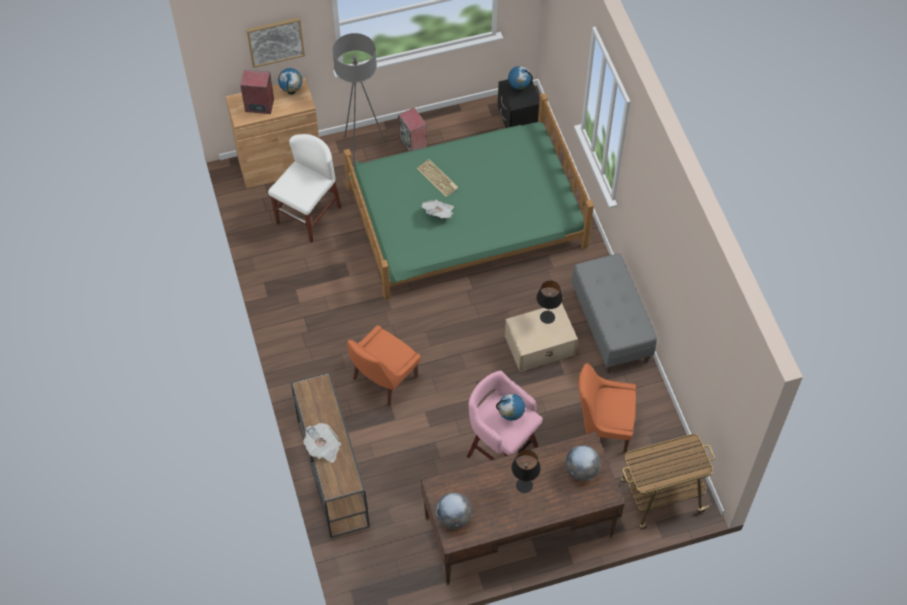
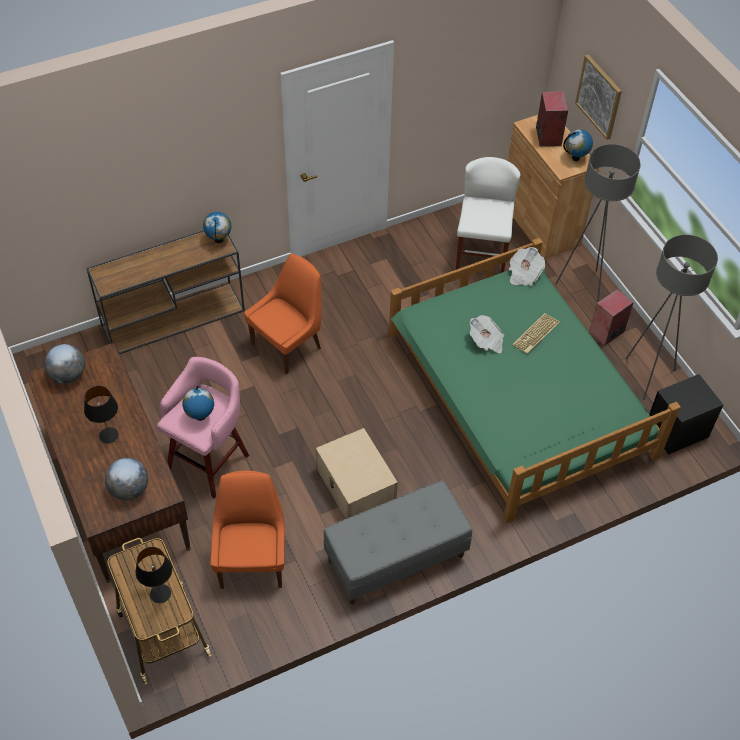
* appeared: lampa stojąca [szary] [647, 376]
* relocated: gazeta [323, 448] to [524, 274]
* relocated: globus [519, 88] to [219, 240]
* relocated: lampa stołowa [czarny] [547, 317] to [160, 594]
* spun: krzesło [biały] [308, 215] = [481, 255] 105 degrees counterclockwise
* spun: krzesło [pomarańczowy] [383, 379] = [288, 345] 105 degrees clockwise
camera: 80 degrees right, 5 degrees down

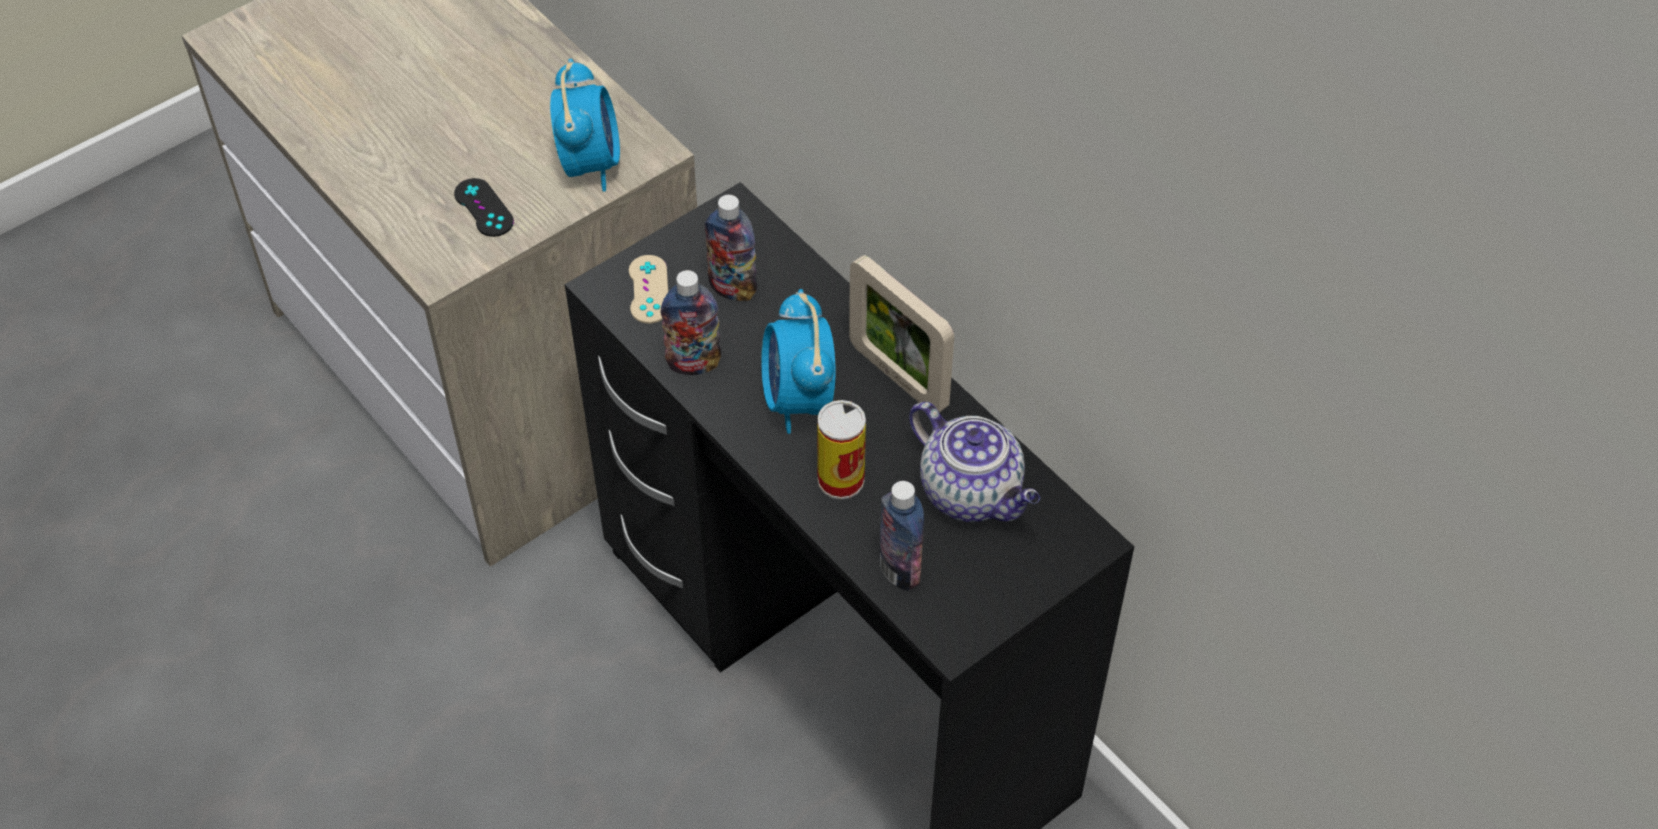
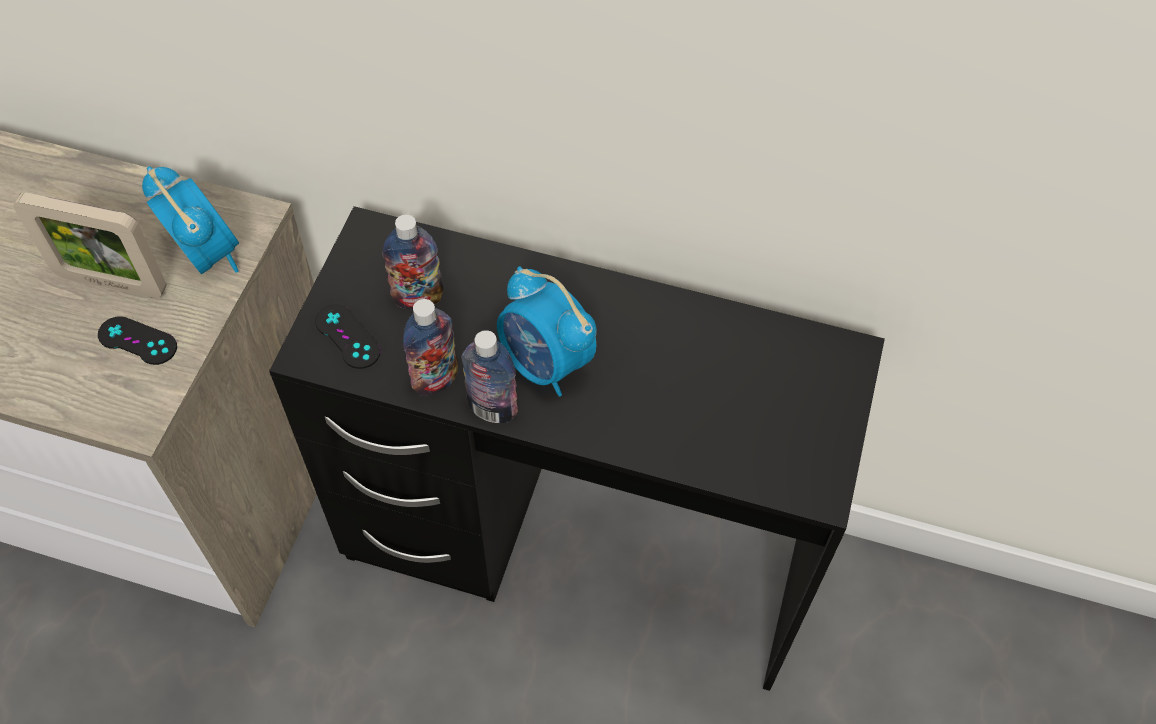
* missing: puszka [841, 480]
* missing: imbryk [973, 493]
* relocated: ramka na zdjęcie [898, 377] to [111, 283]
* relocated: butelka [899, 570] to [492, 409]
* colour: pad do gier [beżowy] [648, 289] to pad do gier [czarny] [347, 336]
camera: 35 degrees left, 5 degrees up

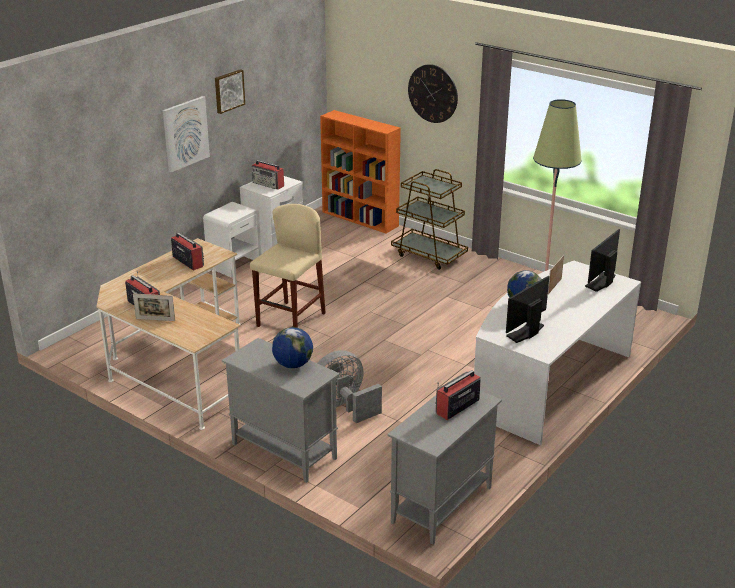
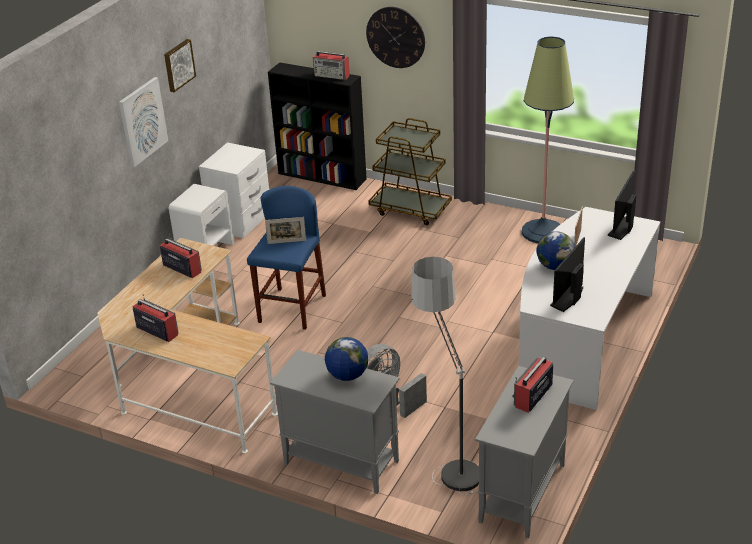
* appeared: lampa stojąca [447, 457]
* relocated: ramka na zdjęcie [155, 319] to [286, 242]
* relocated: radio [268, 184] to [332, 76]
* colour: stołek [beżowy] [291, 320] to stołek [niebieski] [292, 309]
* colour: regał [pomarańczowy] [361, 219] to regał [czarny] [323, 176]
camera: 10 degrees left, 5 degrees up

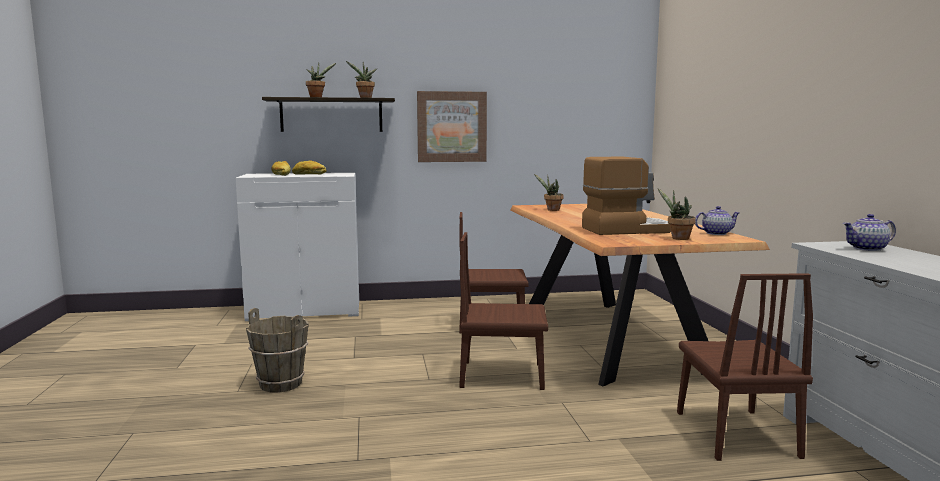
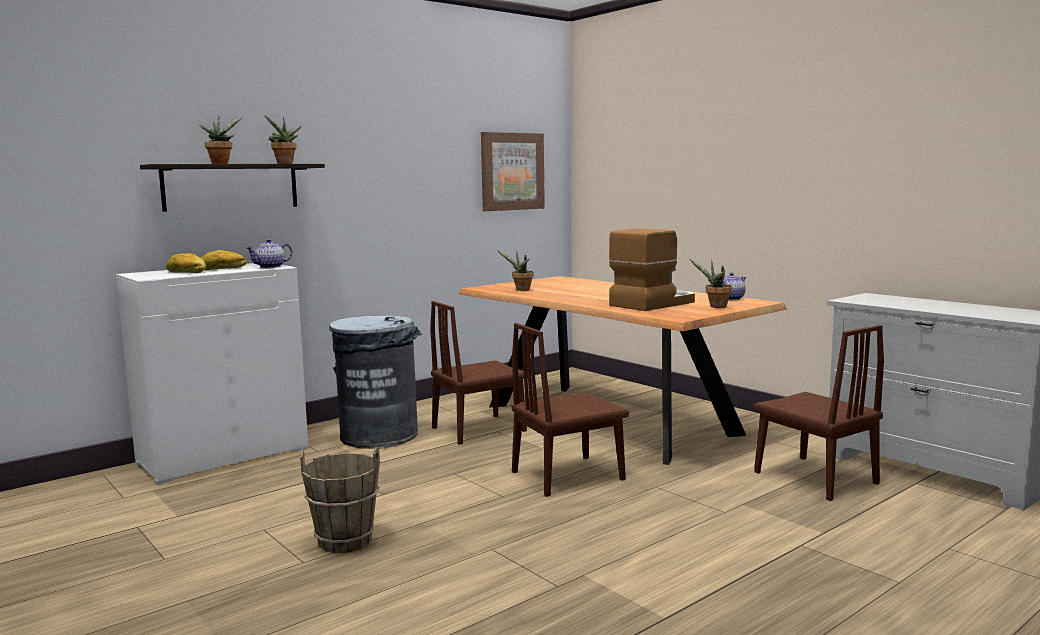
* appeared: kosz na śmieci [szary] [379, 436]
* relocated: obraz [451, 127] to [512, 171]
* relocated: imbryk [867, 249] to [271, 267]
camera: 30 degrees left, 0 degrees up

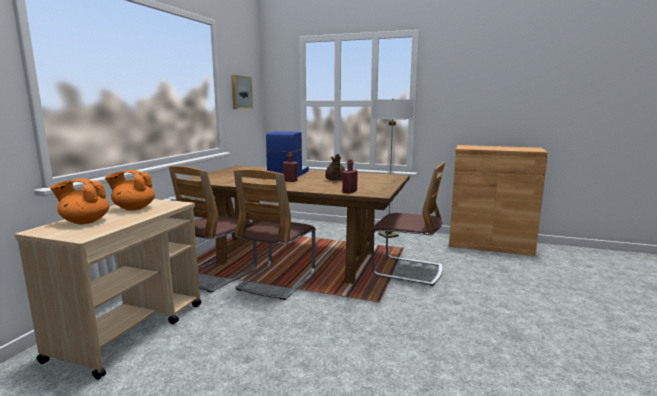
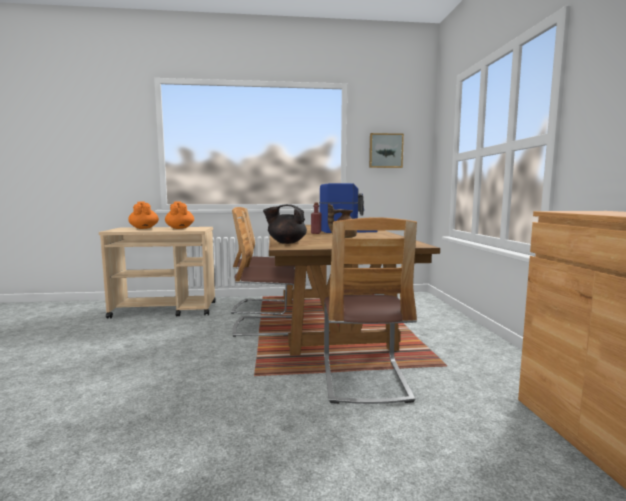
* missing: lampa stojąca [388, 235]
* exchanged: butelka [czerwony] [349, 192] to imbryk [czarny] [286, 242]
camera: 65 degrees right, 5 degrees down

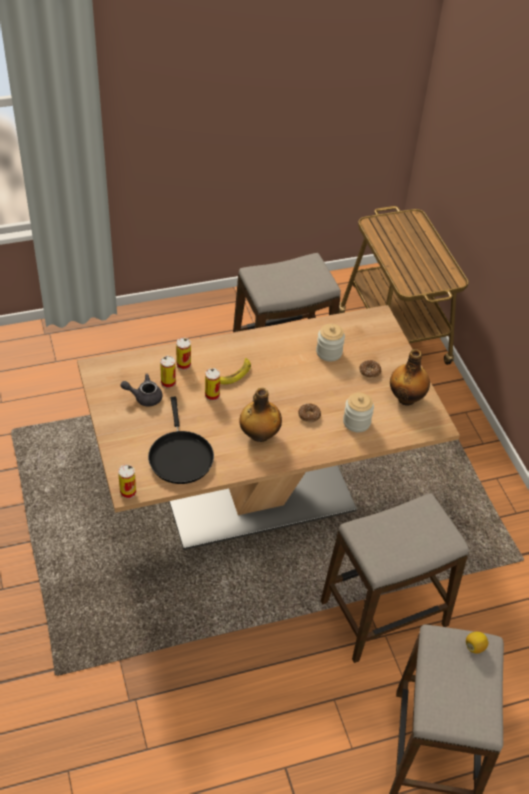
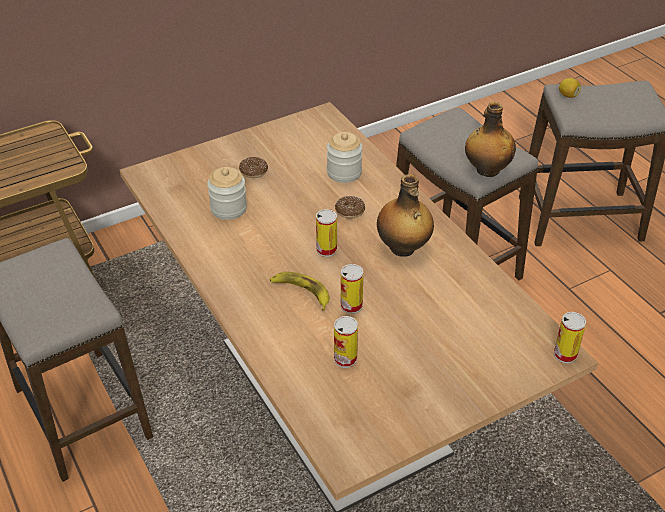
* missing: imbryk [szary] [144, 397]
* missing: patelnia [czarny] [180, 456]
* relocated: puszka [183, 364] to [326, 249]
* relocated: butelka [406, 398] to [486, 170]
camera: 100 degrees left, 5 degrees down

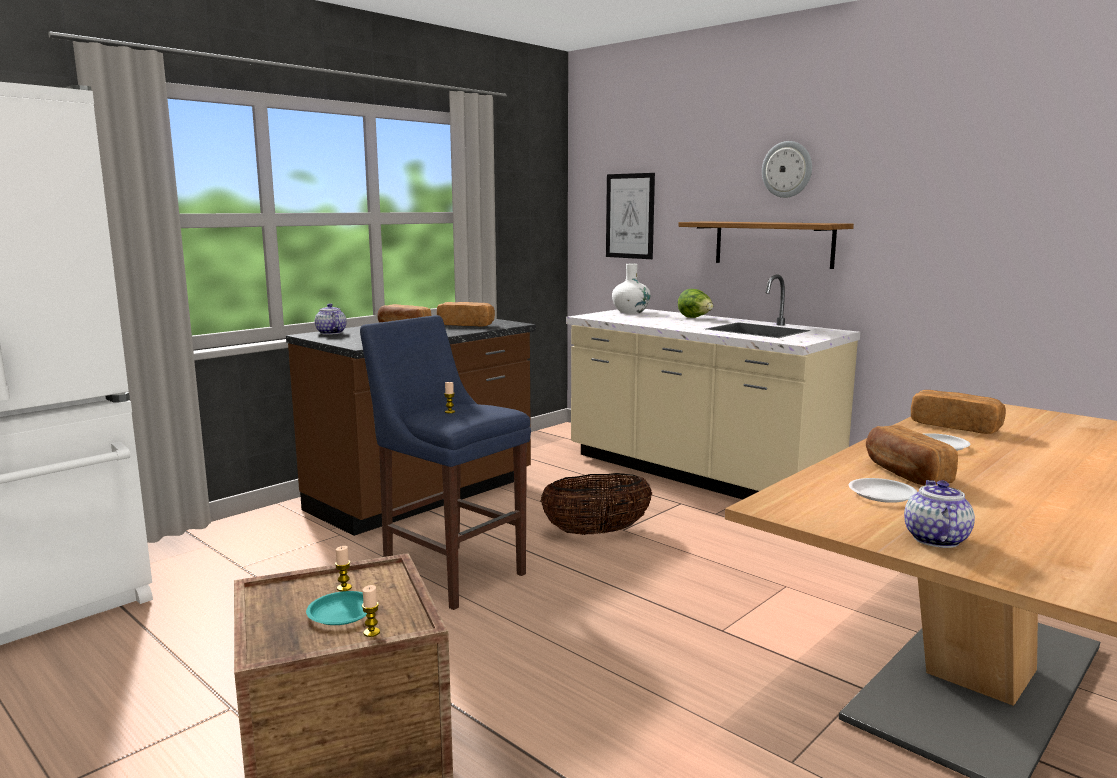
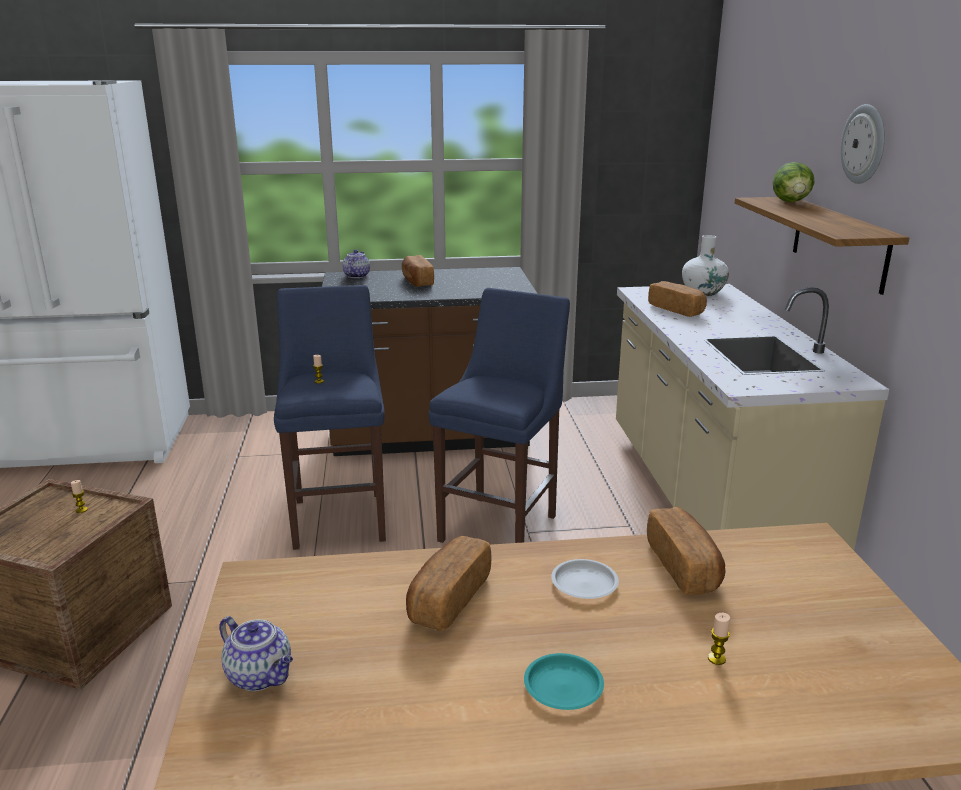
* missing: obraz [630, 216]
* missing: talerz [biały] [881, 494]
* relocated: talerz [turkusowy] [342, 612] to [563, 686]
* relocated: świeca [371, 632] to [716, 659]
* relocated: chleb [466, 325] to [676, 310]
* relocated: sałata [695, 318] to [791, 203]
* exchanged: koszyk [596, 532] to stołek [niebieski] [501, 525]
* spun: imbryk [934, 539] = [261, 676] 75 degrees clockwise
camera: 40 degrees right, 10 degrees up

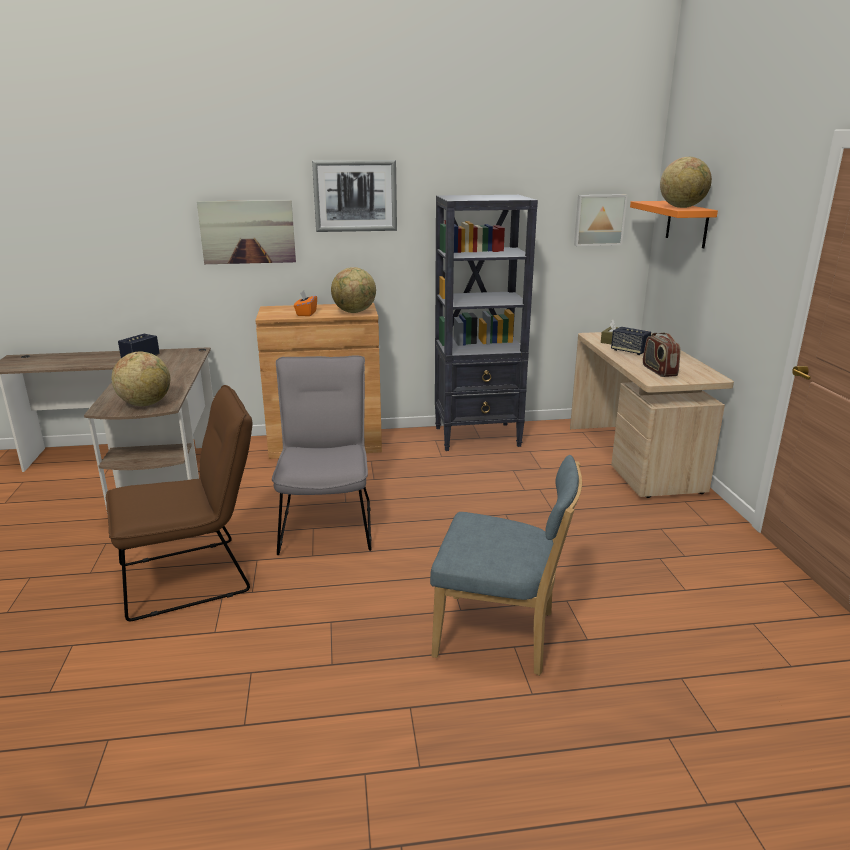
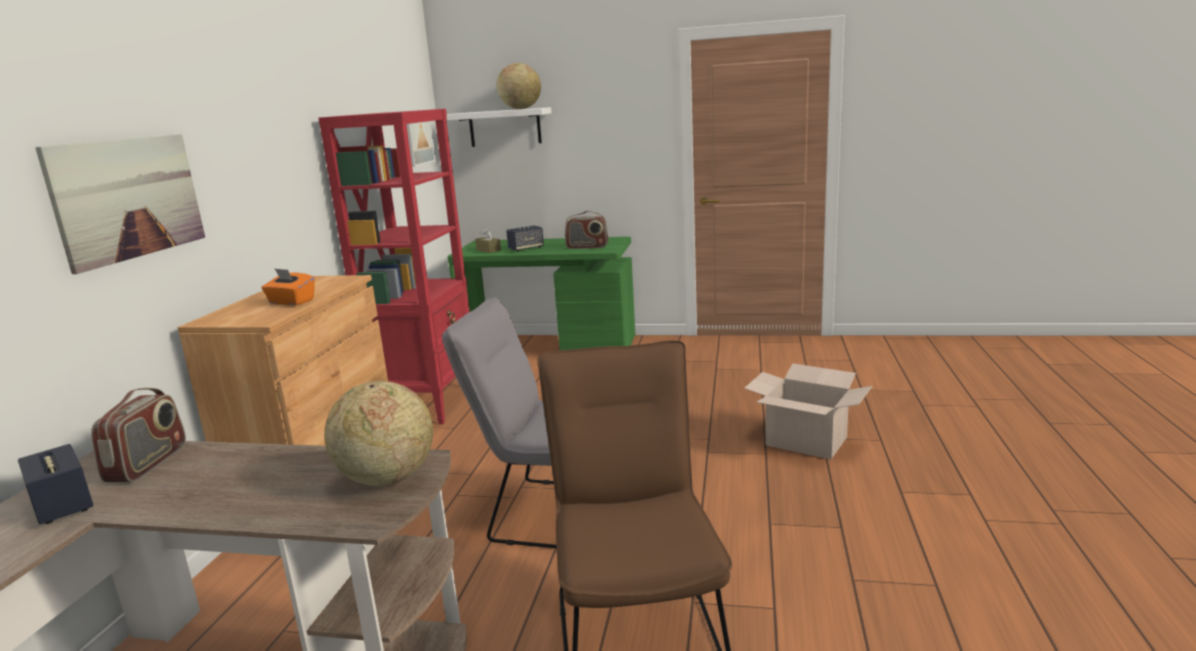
* missing: obraz [355, 196]
* missing: globus [354, 312]
* appeared: radio [148, 464]
* exchanged: krzesło [niebieski] [501, 635] to karton [806, 441]
* colour: regał [czarny] [478, 437] to regał [czerwony] [428, 403]
* colour: biurko [beżowy] [634, 458] to biurko [zielony] [550, 348]
* colour: półka [pomarańczowy] [687, 224] to półka [biały] [505, 127]
camera: 70 degrees left, 5 degrees down

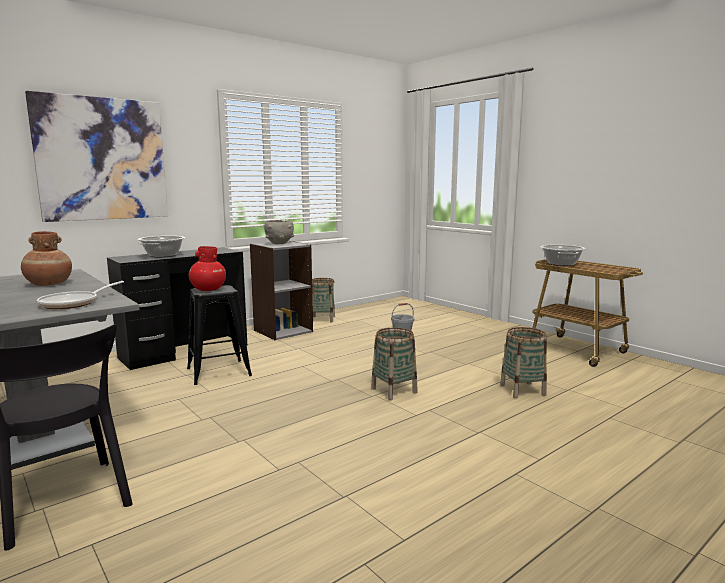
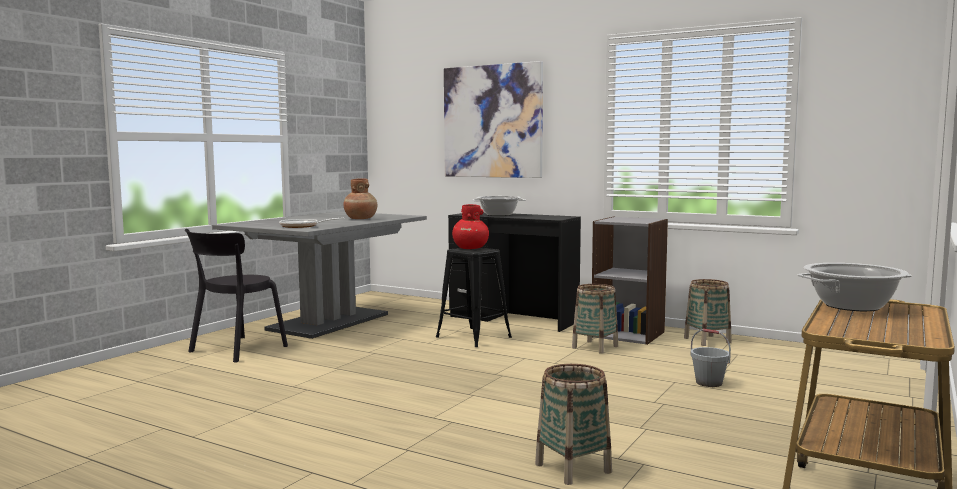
* missing: miska [szary] [279, 243]
* relocated: koszyk [393, 390] to [595, 347]
camera: 70 degrees right, 5 degrees down

